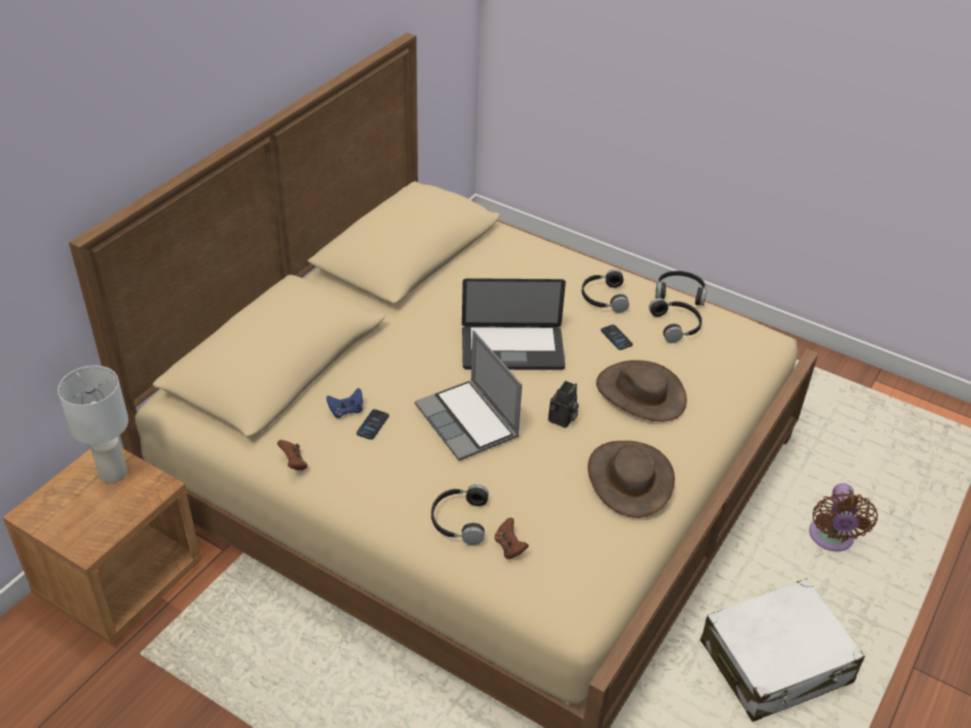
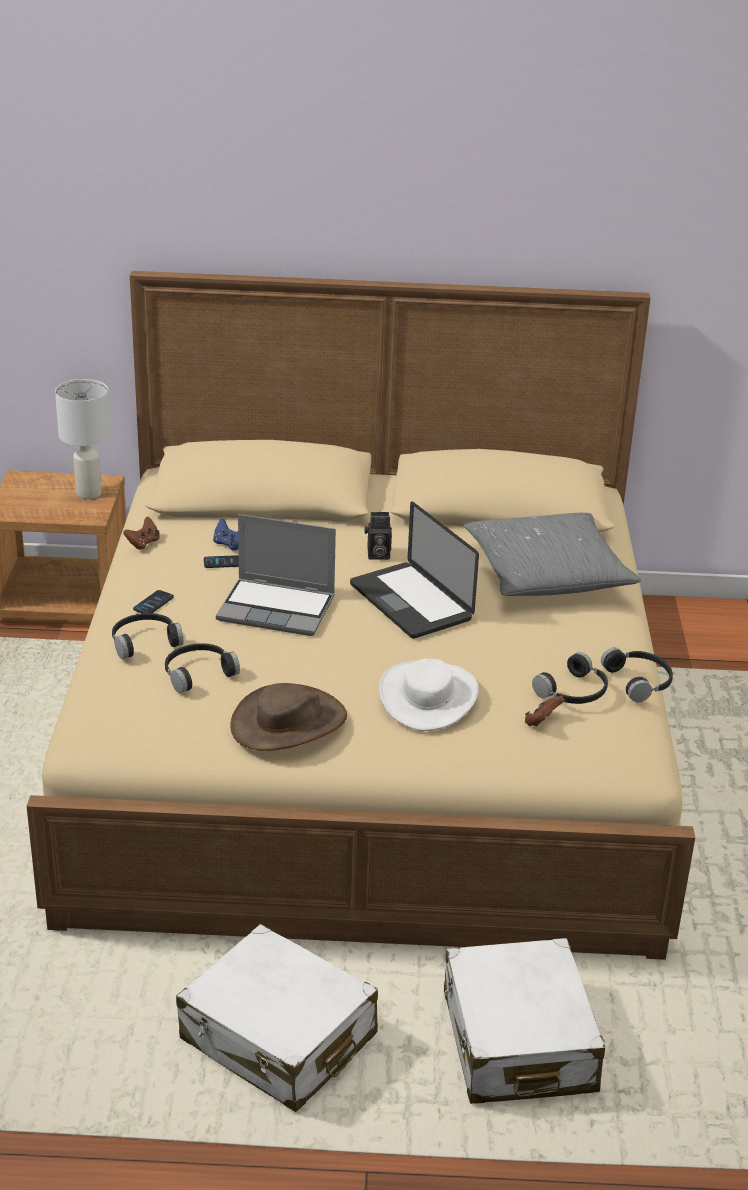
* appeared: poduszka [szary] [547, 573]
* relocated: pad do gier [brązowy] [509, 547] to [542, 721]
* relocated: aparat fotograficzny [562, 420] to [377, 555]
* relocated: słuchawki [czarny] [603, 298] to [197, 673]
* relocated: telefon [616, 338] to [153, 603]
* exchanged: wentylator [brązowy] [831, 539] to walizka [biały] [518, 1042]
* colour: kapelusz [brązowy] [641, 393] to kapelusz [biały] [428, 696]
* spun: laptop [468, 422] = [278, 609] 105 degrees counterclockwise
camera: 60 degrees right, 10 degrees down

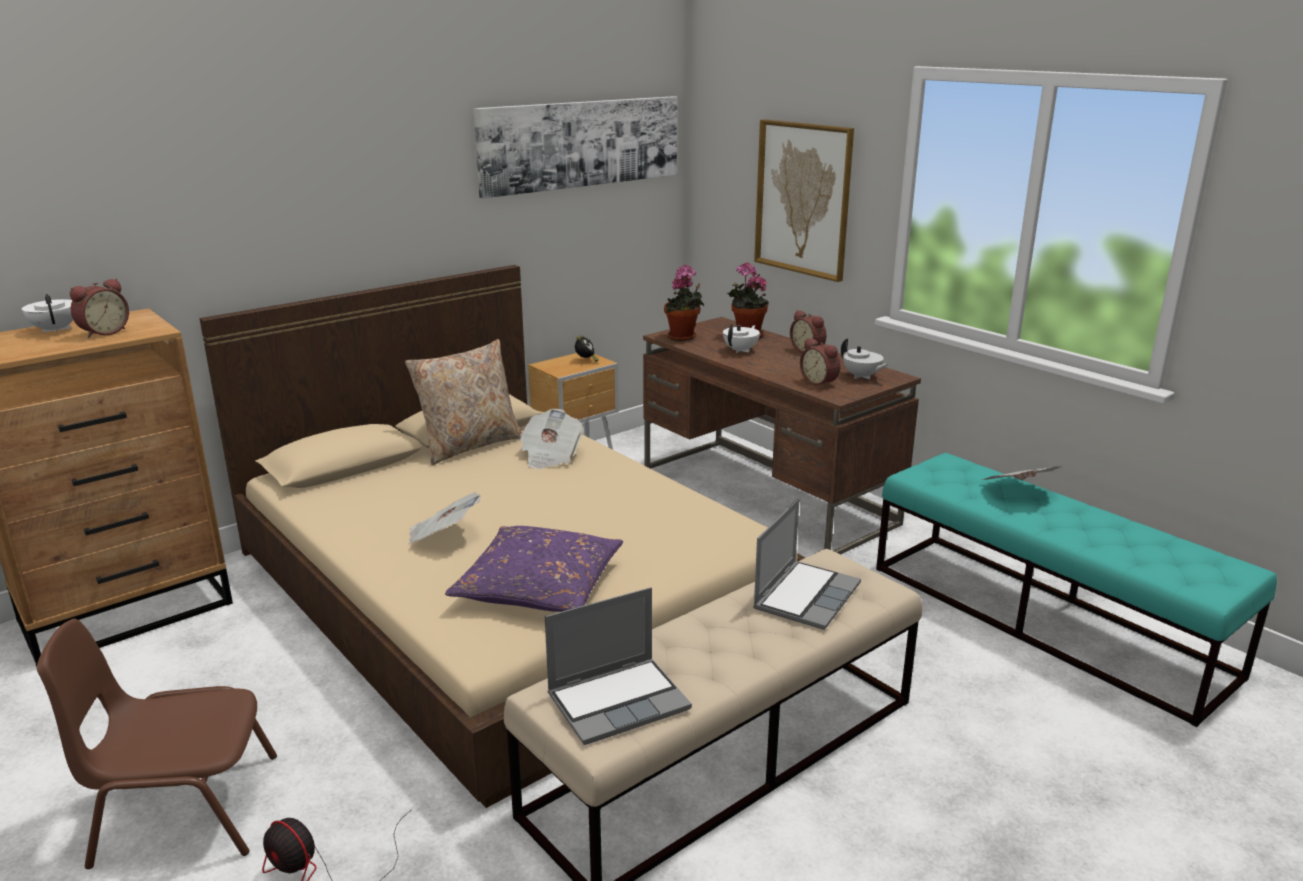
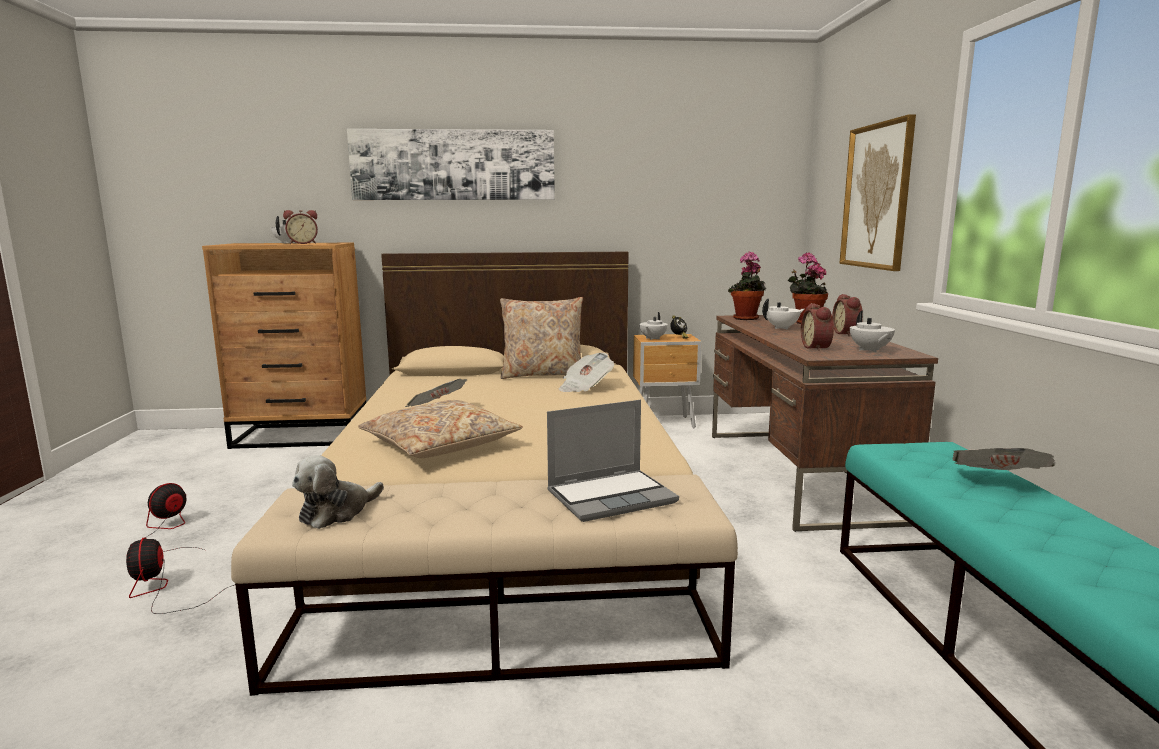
* appeared: imbryk [biały] [652, 338]
* relocated: obraz [581, 144] to [453, 165]
* exchanged: krzesło [brązowy] [184, 810] to wentylator [167, 532]
* exchanged: laptop [619, 701] to pluszak [337, 512]
* colour: poduszka [fioletowy] [538, 586] to poduszka [beżowy] [440, 445]
camera: 35 degrees right, 10 degrees down

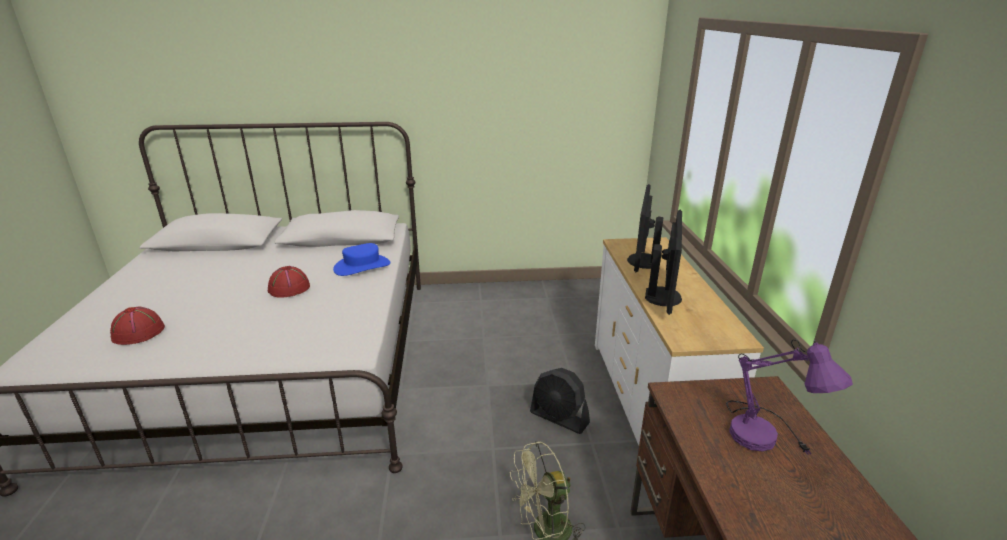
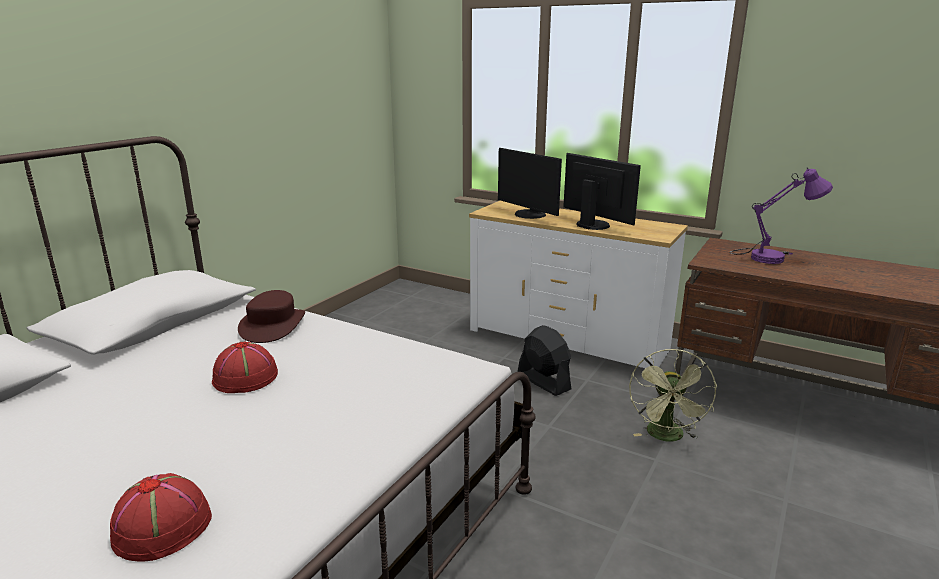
* colour: kapelusz [niebieski] [362, 266] to kapelusz [brązowy] [272, 325]
* spun: wentylator [czarny] [559, 418] = [543, 381] 105 degrees counterclockwise
camera: 55 degrees left, 5 degrees down

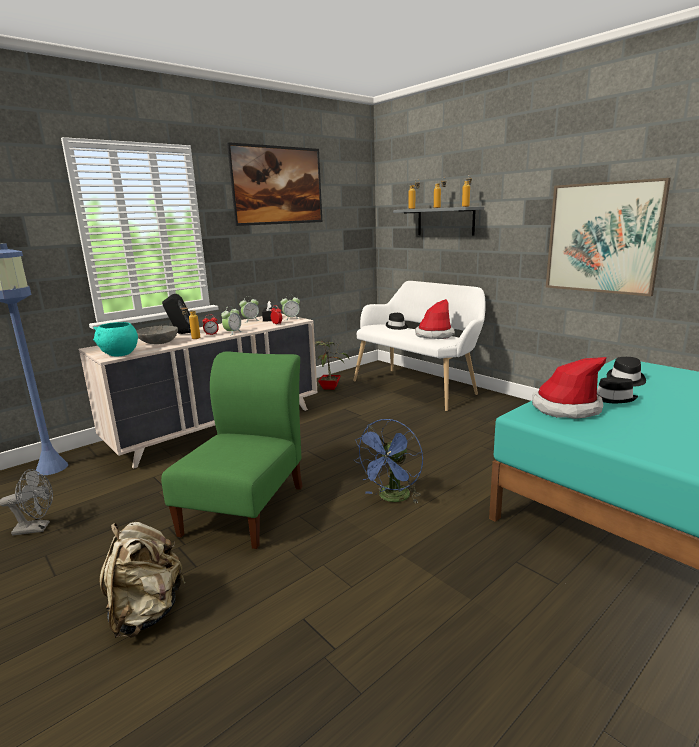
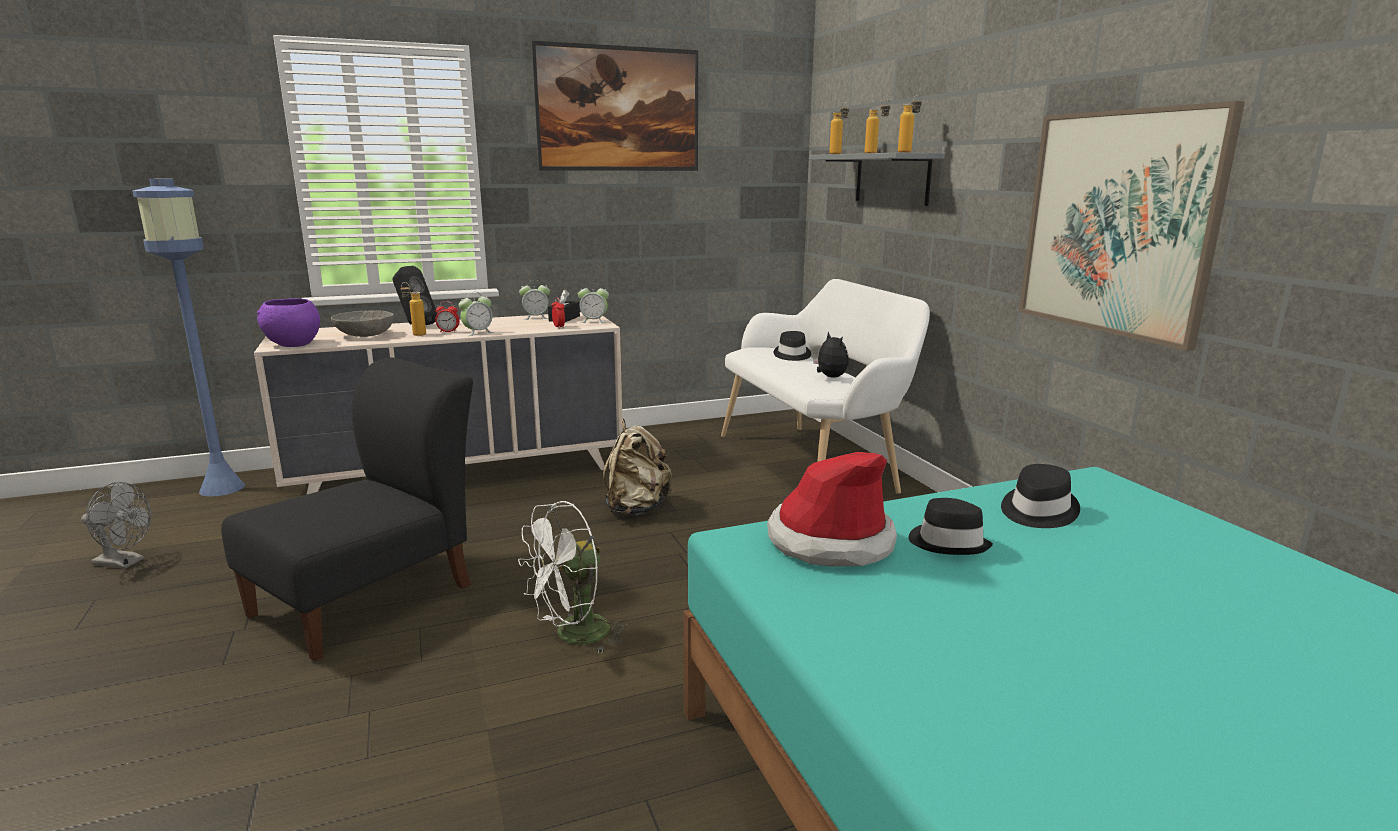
* missing: roślina doniczkowa [330, 387]
* relocated: plecak [beżowy] [146, 612] to [636, 509]
* exchanged: kapelusz [434, 335] to pluszak [830, 377]
* colour: miska [turkusowy] [119, 354] to miska [fioletowy] [293, 344]
* colour: krzesło [zielony] [247, 507] to krzesło [czarny] [371, 596]
* colour: wentylator [niebieski] [392, 498] to wentylator [biały] [573, 636]
camera: 20 degrees right, 0 degrees up

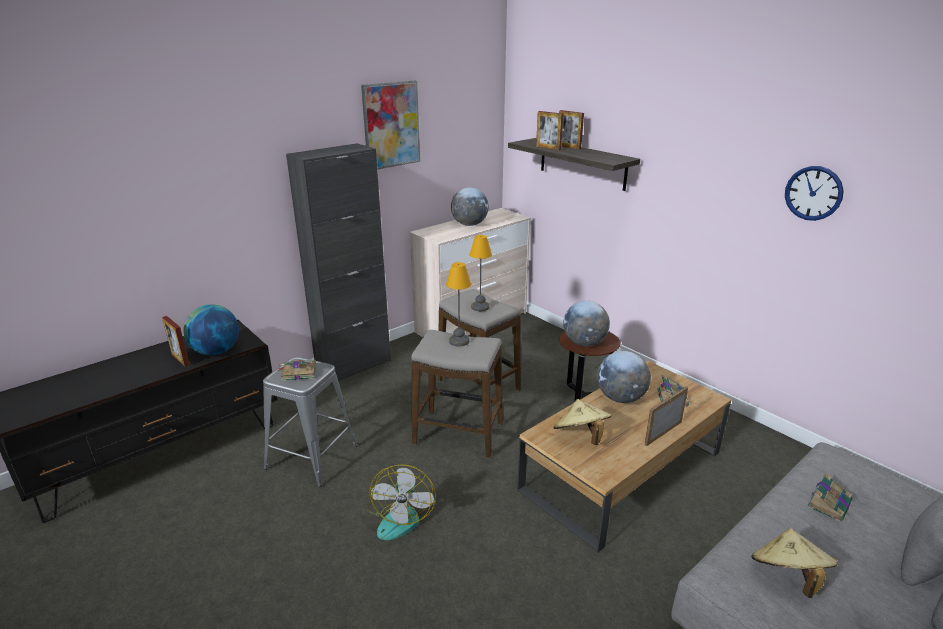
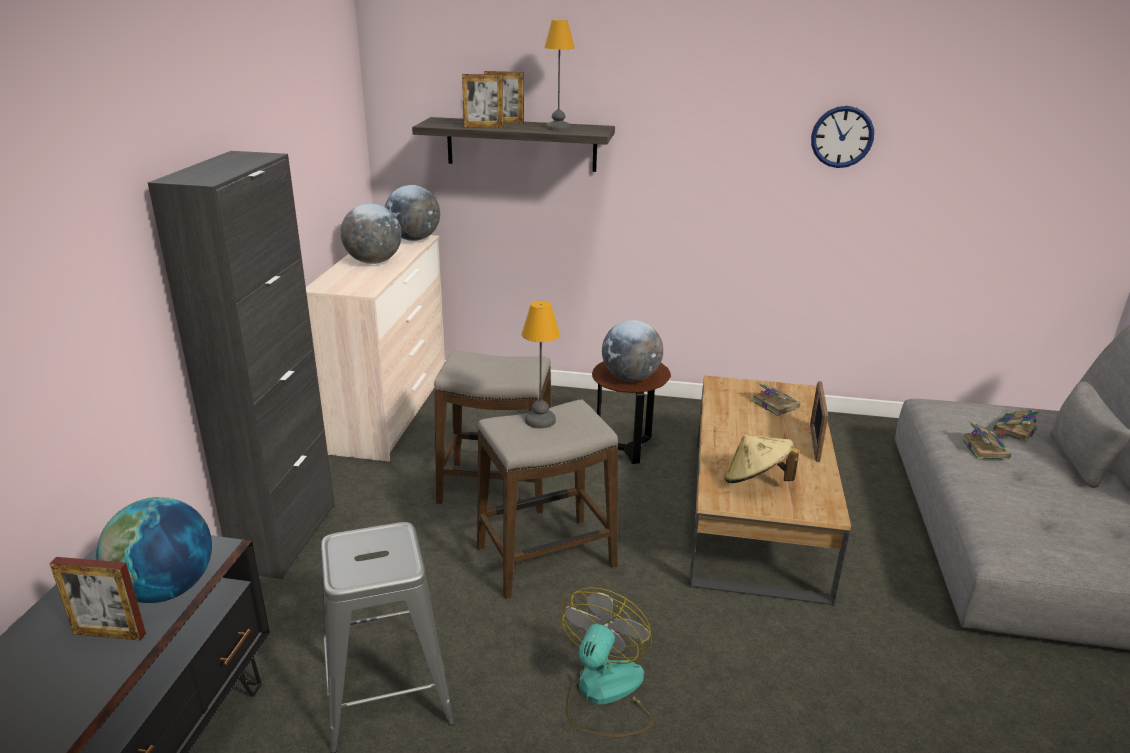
* missing: obraz [391, 125]
* missing: kapelusz [beżowy] [787, 576]
* relocated: książka [298, 372] to [1014, 430]
* relocated: lampa stołowa [479, 307] to [557, 128]
* relocated: globus [620, 398] to [414, 239]
* spun: wentylator [400, 516] = [604, 694] 120 degrees counterclockwise
camera: 40 degrees left, 0 degrees up

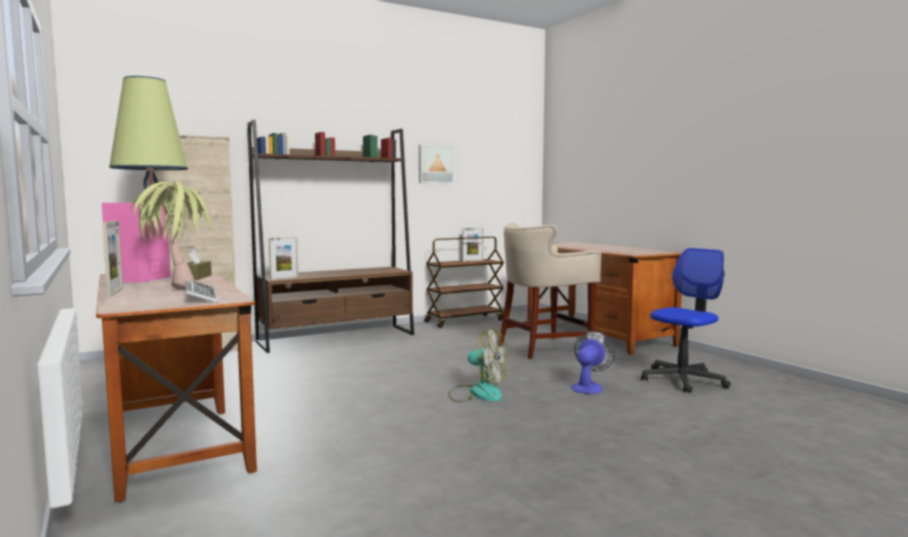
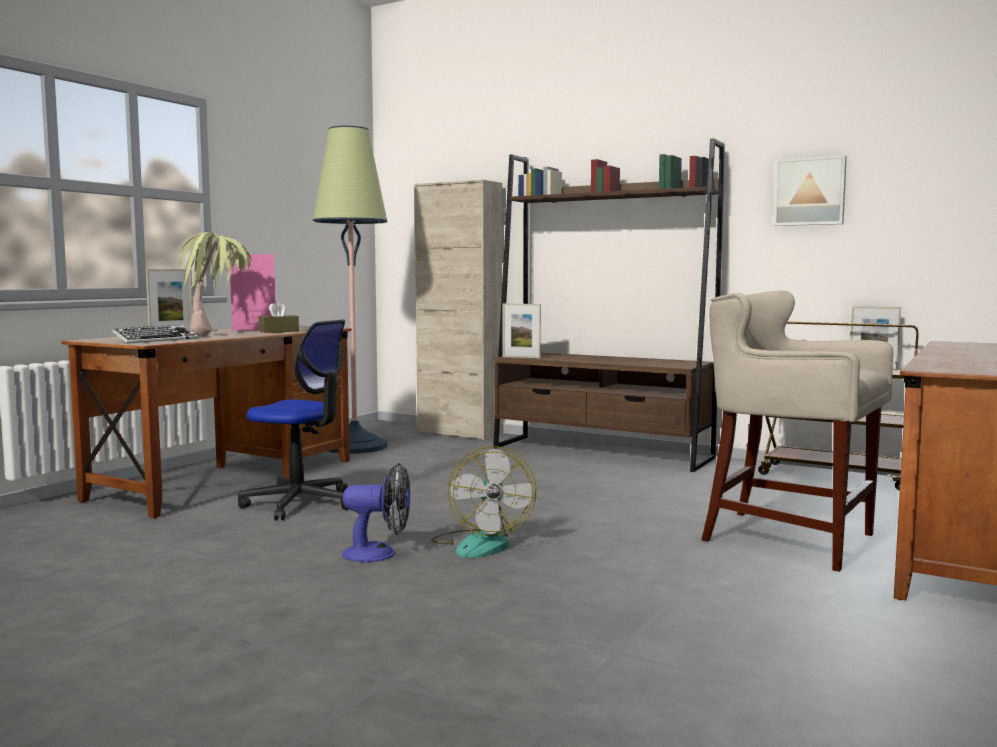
* relocated: wentylator [589, 387] to [379, 553]
* relocated: krzesło biurowe [683, 380] to [300, 503]
camera: 60 degrees right, 0 degrees up

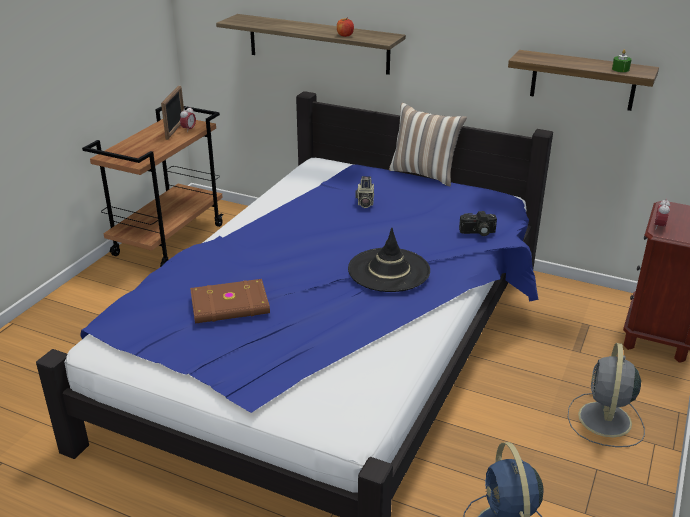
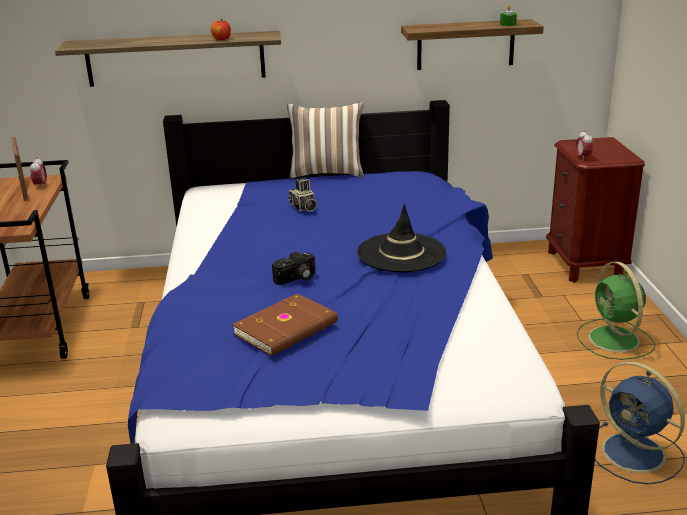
* relocated: aparat fotograficzny [477, 232] to [296, 279]
* colour: wentylator [szary] [604, 421] to wentylator [zielony] [615, 340]
camera: 30 degrees left, 5 degrees down

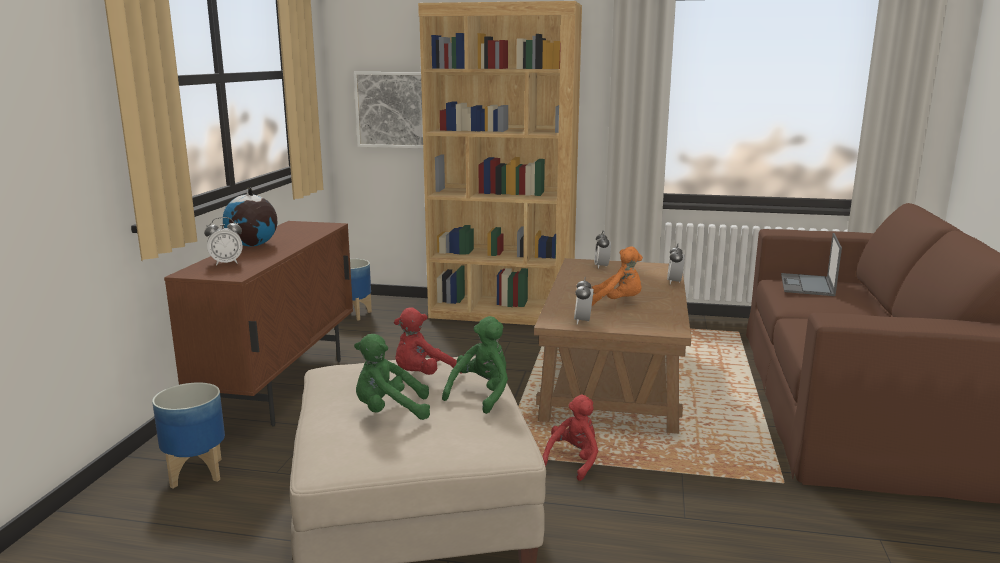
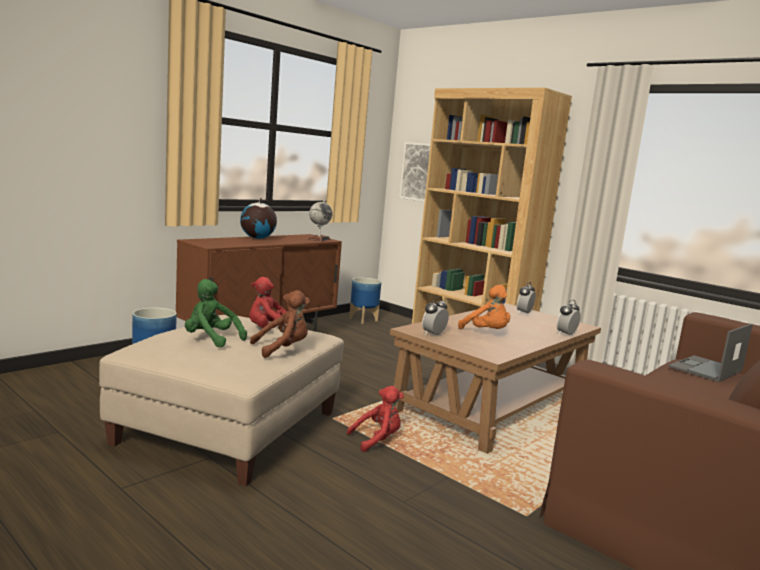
* missing: budzik [226, 263]
* appeared: globus [319, 239]
* colour: pluszak [zielony] [481, 394] to pluszak [brązowy] [283, 349]
camera: 30 degrees right, 5 degrees down

